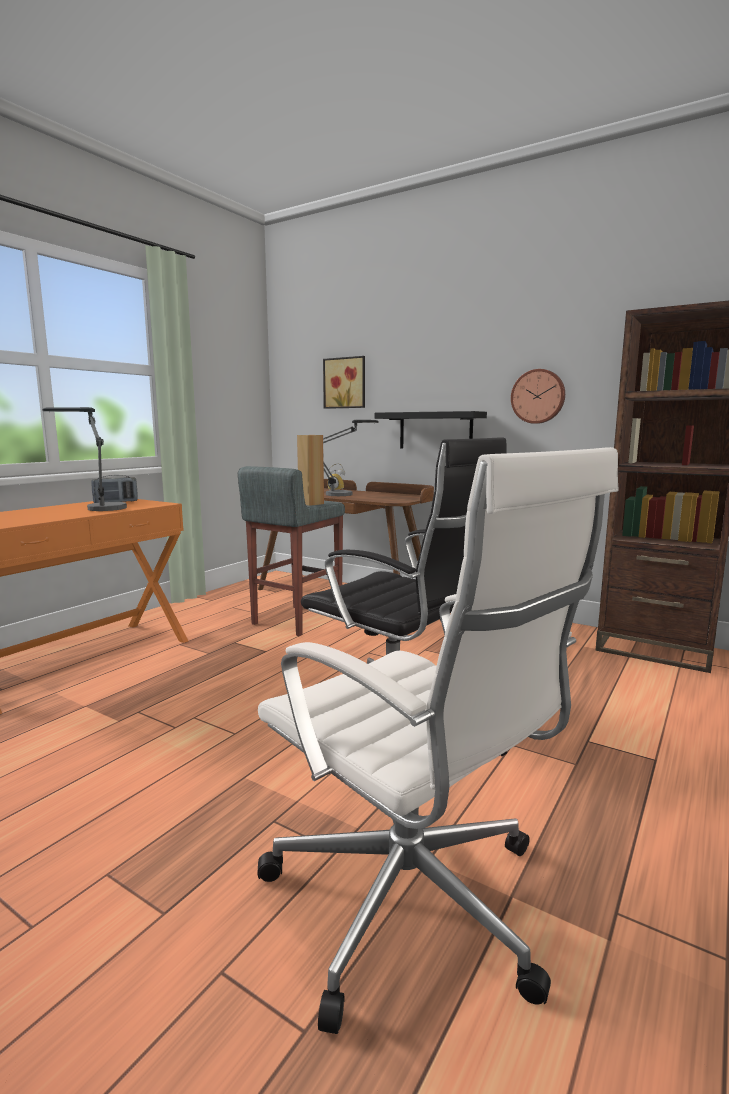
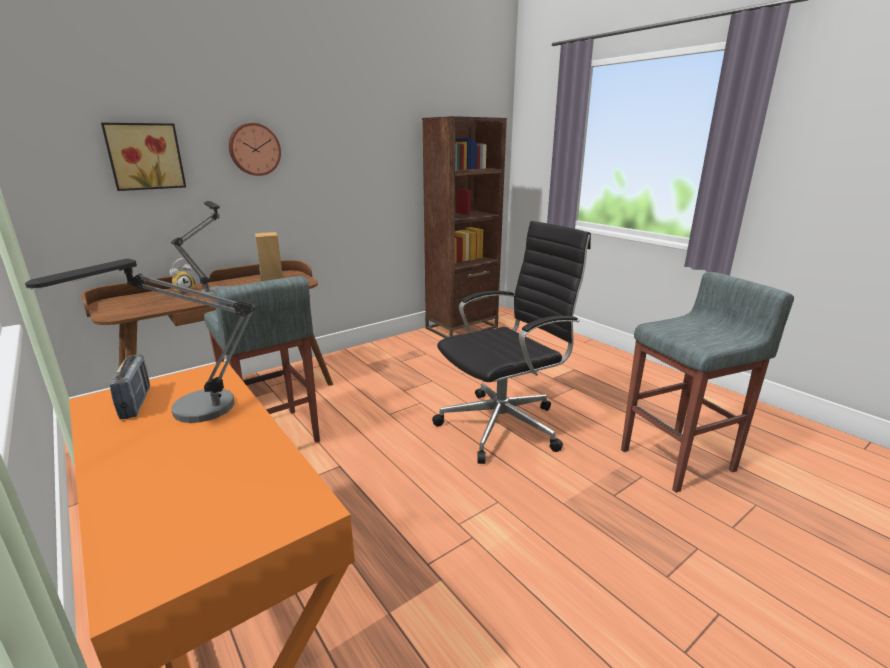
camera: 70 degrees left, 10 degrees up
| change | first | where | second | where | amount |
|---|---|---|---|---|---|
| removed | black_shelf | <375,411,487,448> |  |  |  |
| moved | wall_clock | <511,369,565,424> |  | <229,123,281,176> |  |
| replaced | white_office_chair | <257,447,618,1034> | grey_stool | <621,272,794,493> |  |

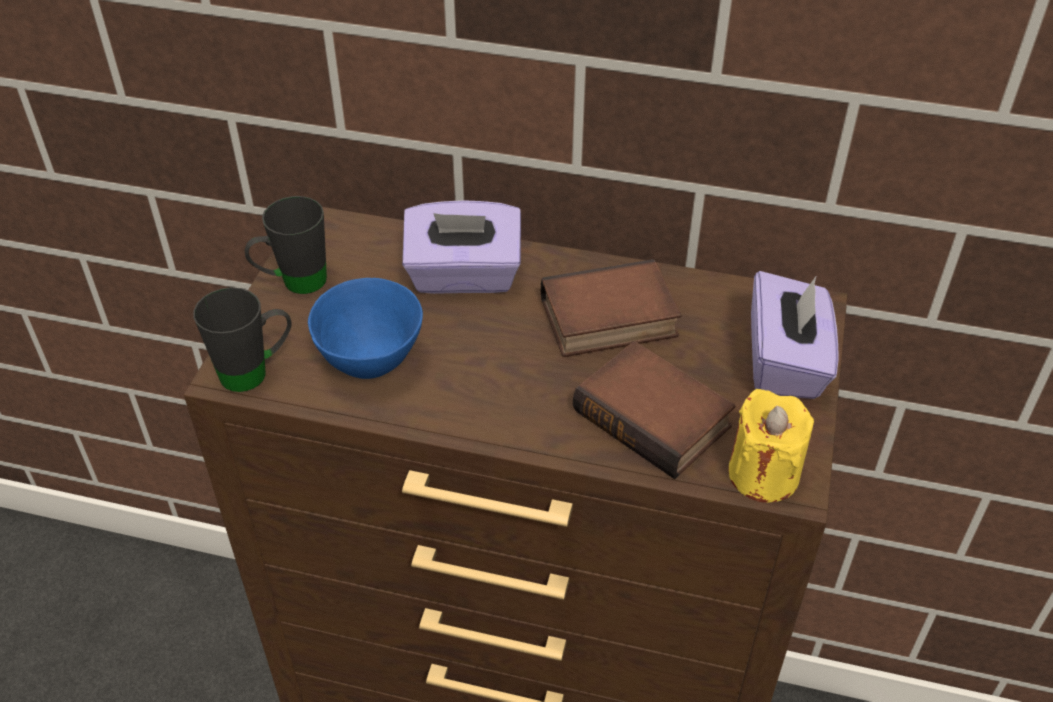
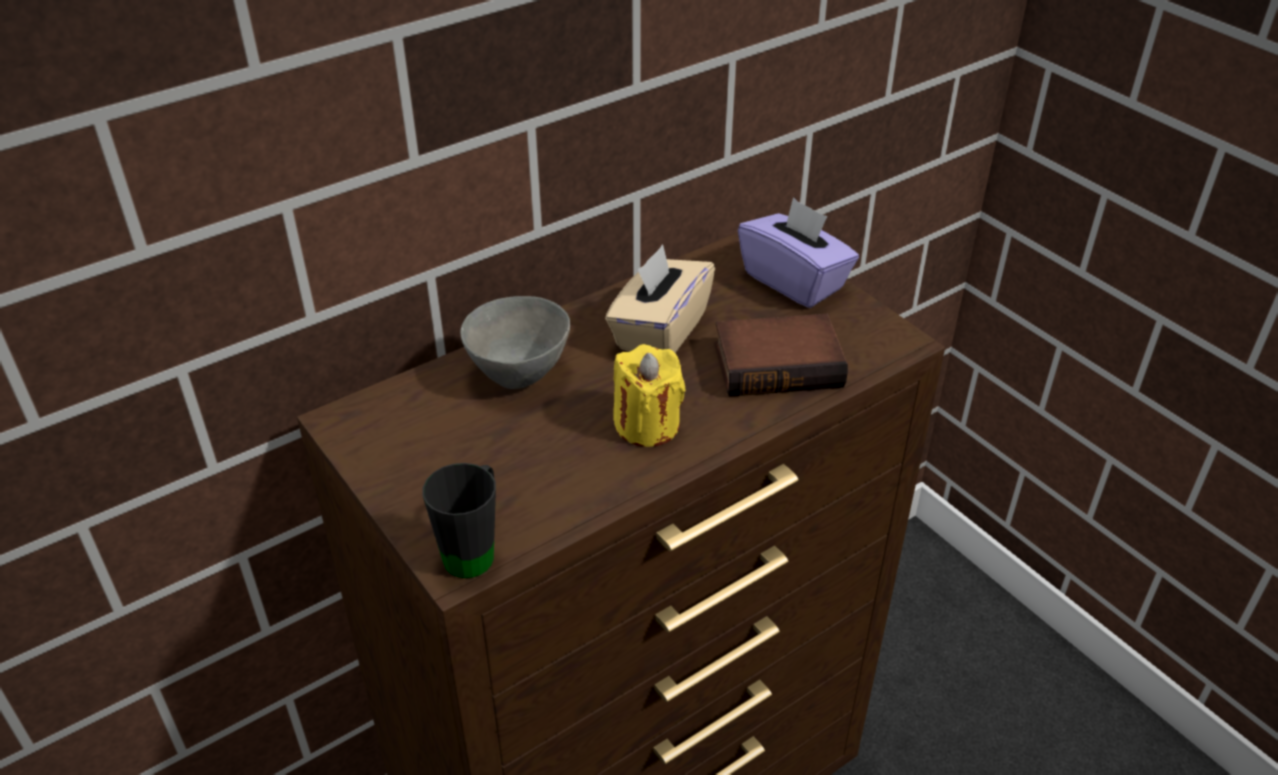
camera: 50 degrees left, 5 degrees down
| change | first | where | second | where | amount |
|---|---|---|---|---|---|
| removed | black_mug | <245,196,327,294> |  |  |  |
| removed | blue_bowl | <308,278,423,379> |  |  |  |
| moved | yellow_candle | <728,389,814,503> |  | <613,344,686,447> |  |
| replaced | purple_tissue_box | <402,200,521,294> | grey_bowl | <460,296,570,389> |  |
| replaced | book | <541,259,681,357> | beige_tissue_box | <605,245,715,353> |  |

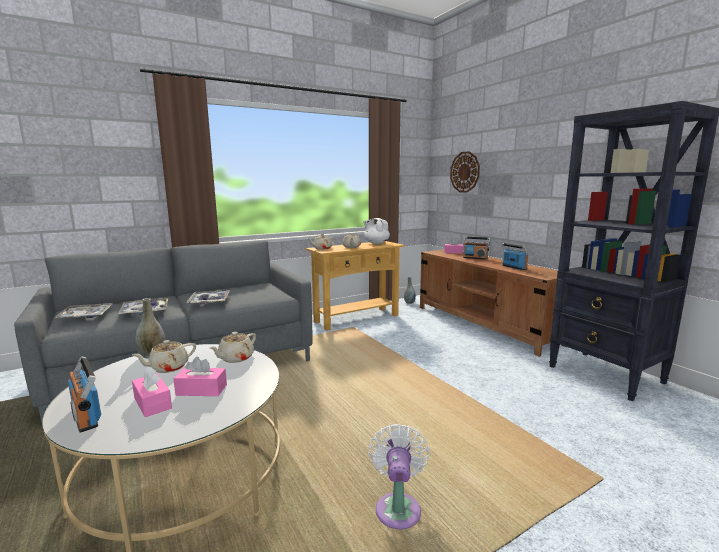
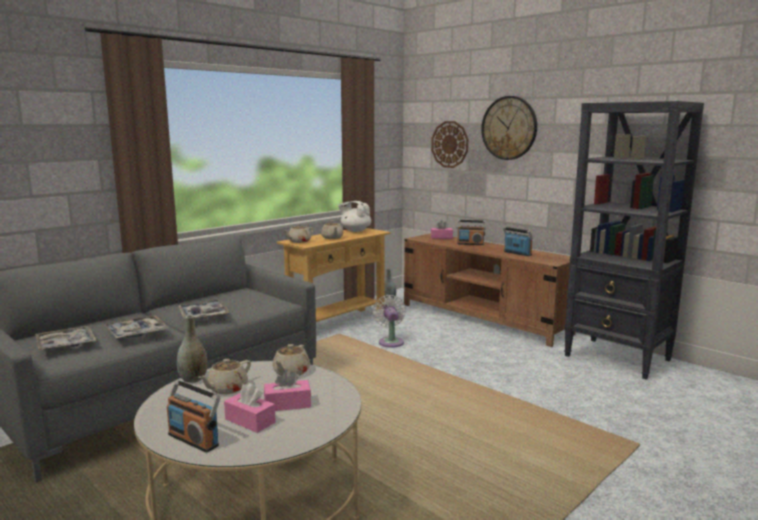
camera: 15 degrees left, 0 degrees up
| change | first | where | second | where | amount |
|---|---|---|---|---|---|
| added |  |  | wall_clock | <481,96,537,160> |  |
| moved | white_fan | <368,424,430,529> |  | <372,295,406,348> |  |

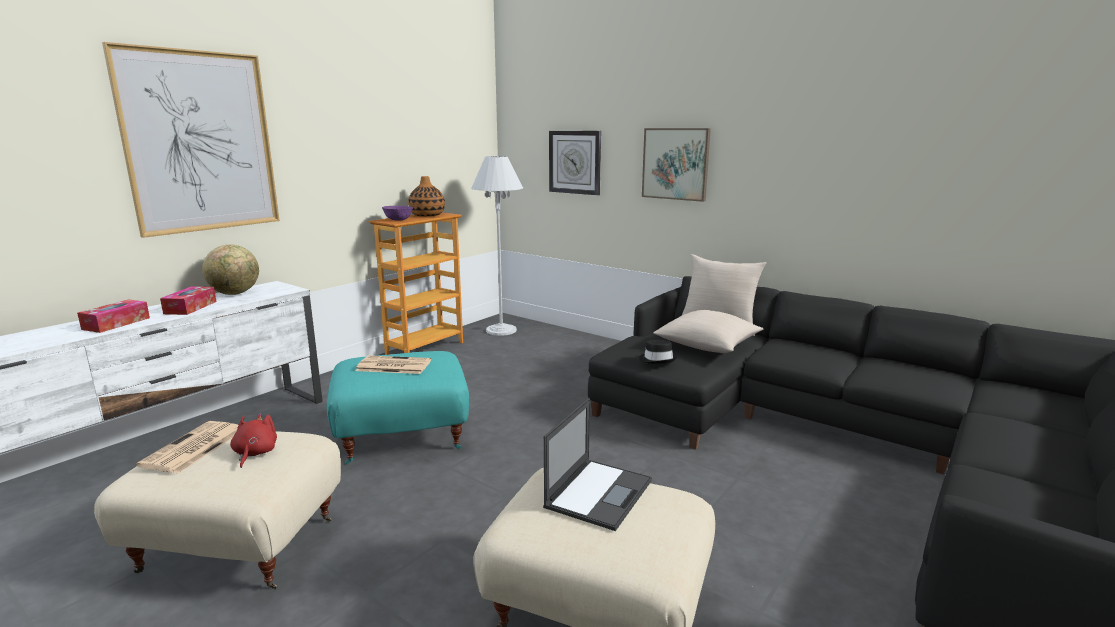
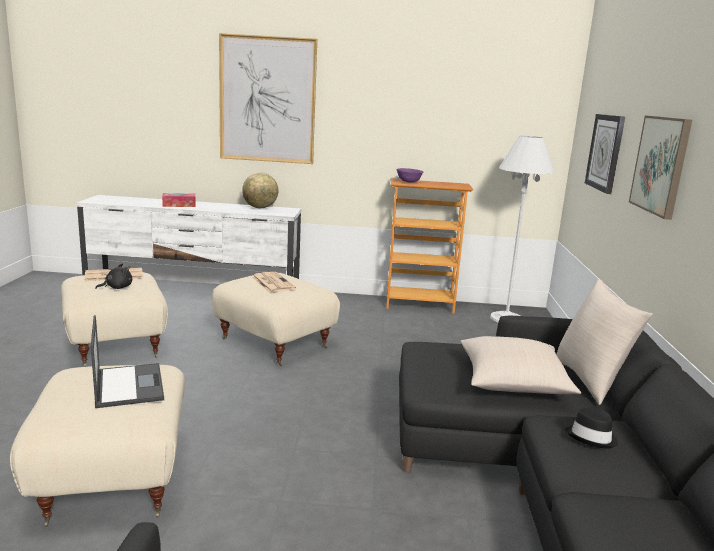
camera: 55 degrees right, 0 degrees up
| change | first | where | second | where | amount |
|---|---|---|---|---|---|
| removed | tissue_box | <160,286,216,315> |  |  |  |
| removed | vase | <408,176,445,216> |  |  |  |
| moved | black_hat | <639,340,677,364> |  | <565,407,618,448> |  |
| recoloured | red_plush_toy | <230,413,277,468> | black_plush_toy | <95,263,132,289> |  |
| recoloured | turquoise_ottoman | <327,351,469,464> | beige_ottoman | <212,272,340,366> |  |
| turned | laptop | <543,398,652,531> |  | <91,315,164,408> | 105 degrees counterclockwise |

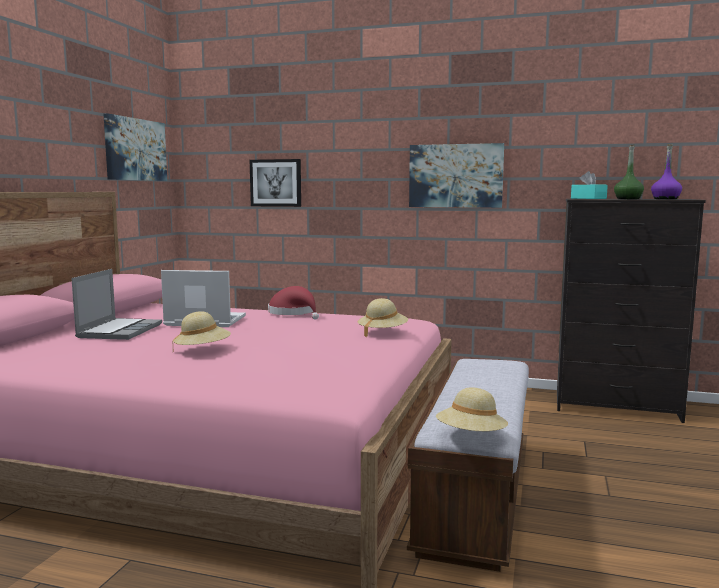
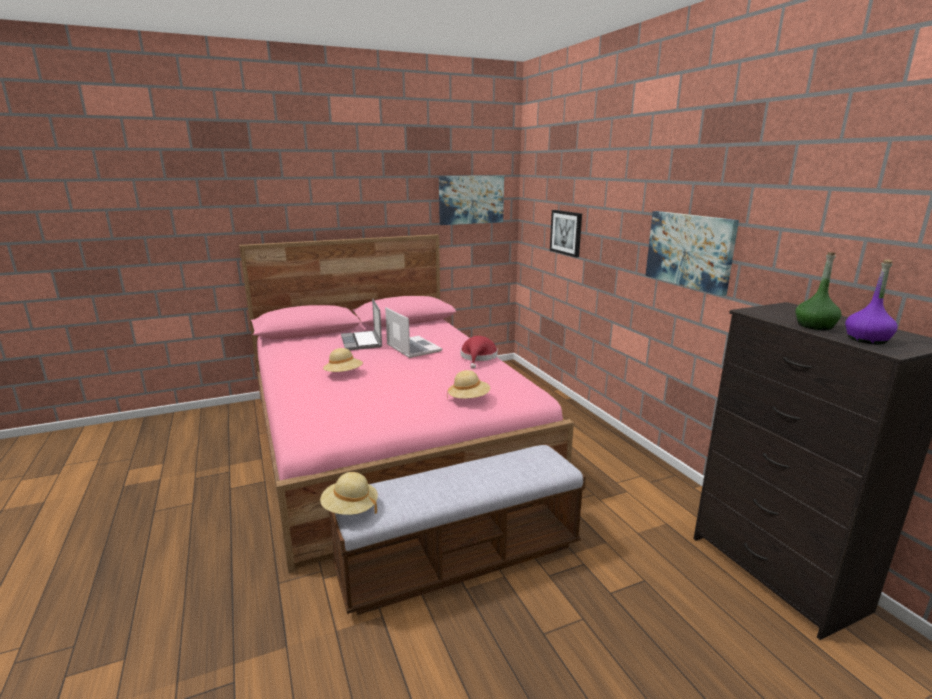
camera: 50 degrees right, 10 degrees up
| change | first | where | second | where | amount |
|---|---|---|---|---|---|
| removed | turquoise_tissue_box | <571,171,608,199> |  |  |  |
| turned | laptop | <71,269,162,340> |  | <341,298,382,350> | 105 degrees clockwise |

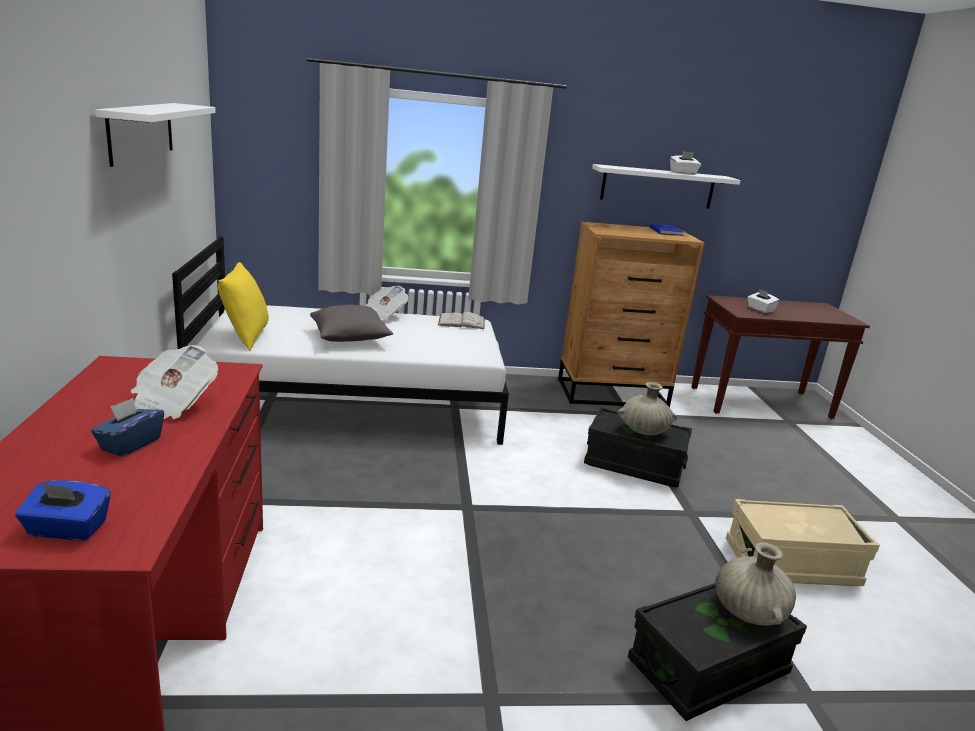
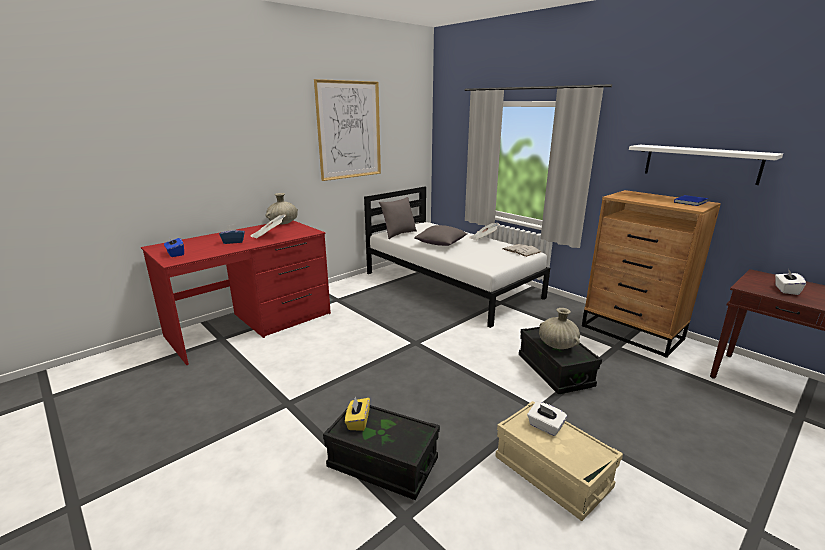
camera: 55 degrees right, 0 degrees up
| change | first | where | second | where | amount |
|---|---|---|---|---|---|
| added |  |  | yellow_tissue_box | <345,396,370,431> |  |
| moved | white_tissue_box | <670,151,701,175> |  | <527,401,567,436> |  |
| moved | beige_vase | <715,542,796,626> |  | <266,193,298,225> |  |
| replaced | white_shelf | <95,103,216,167> | picture | <314,79,381,181> |  |
| recoloured | yellow_pillow | <218,262,269,351> | grey_pillow | <379,197,417,239> |  |

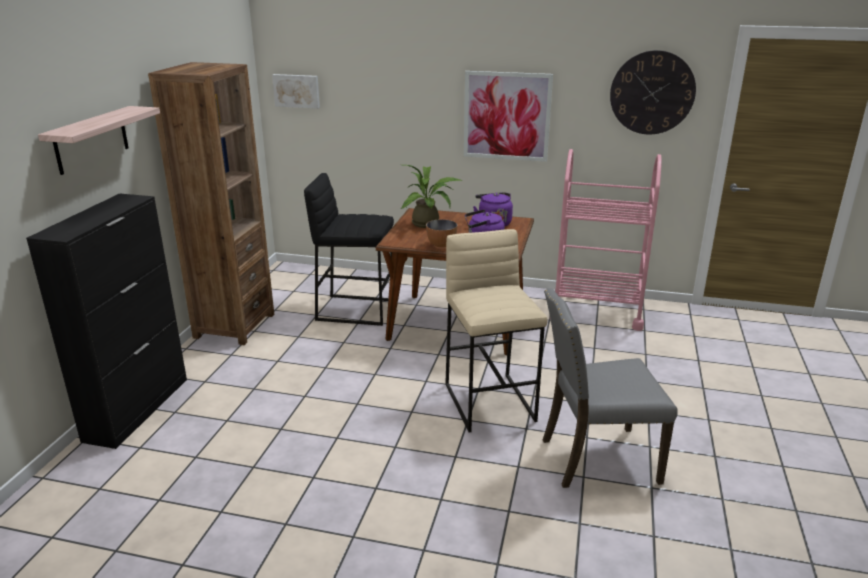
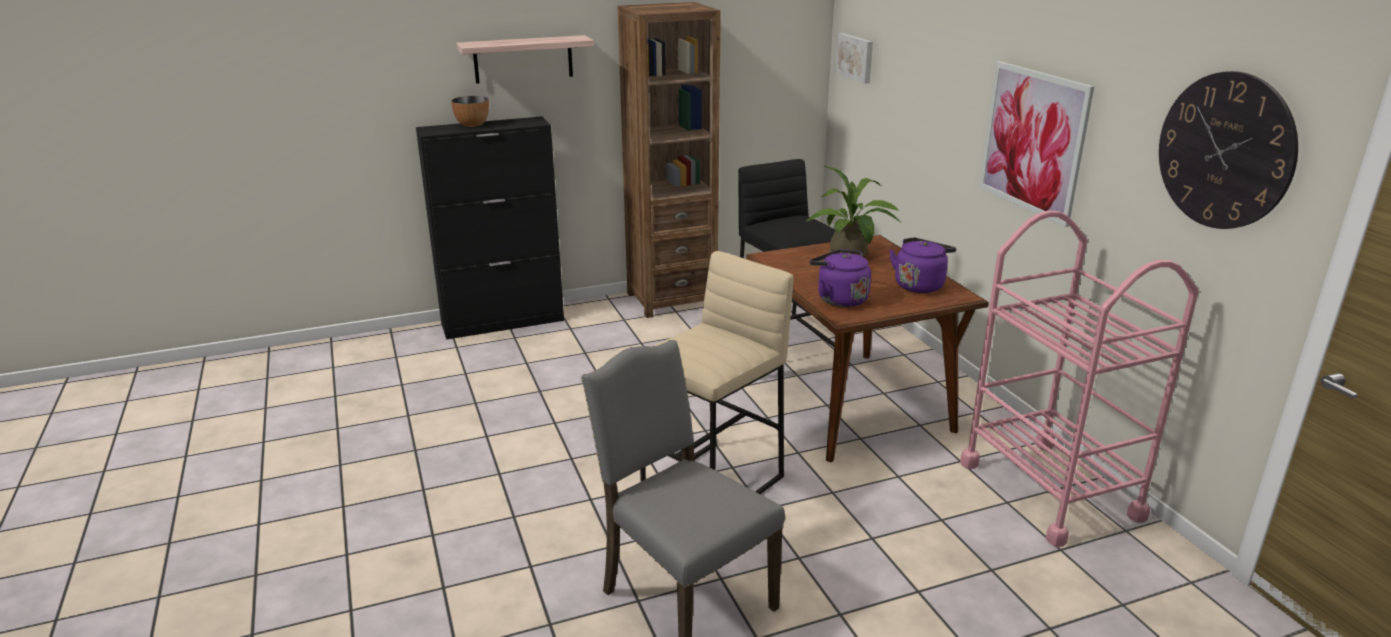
camera: 55 degrees right, 0 degrees up
| change | first | where | second | where | amount |
|---|---|---|---|---|---|
| moved | bowl | <426,219,458,248> |  | <451,96,489,127> |  |

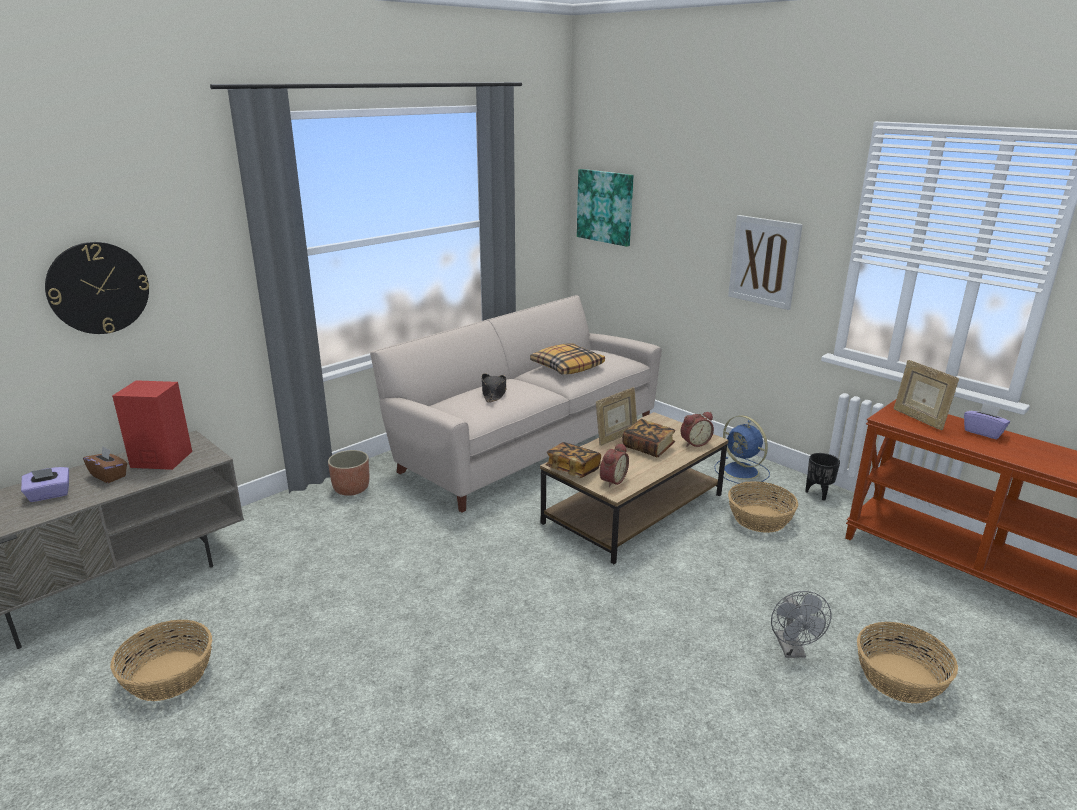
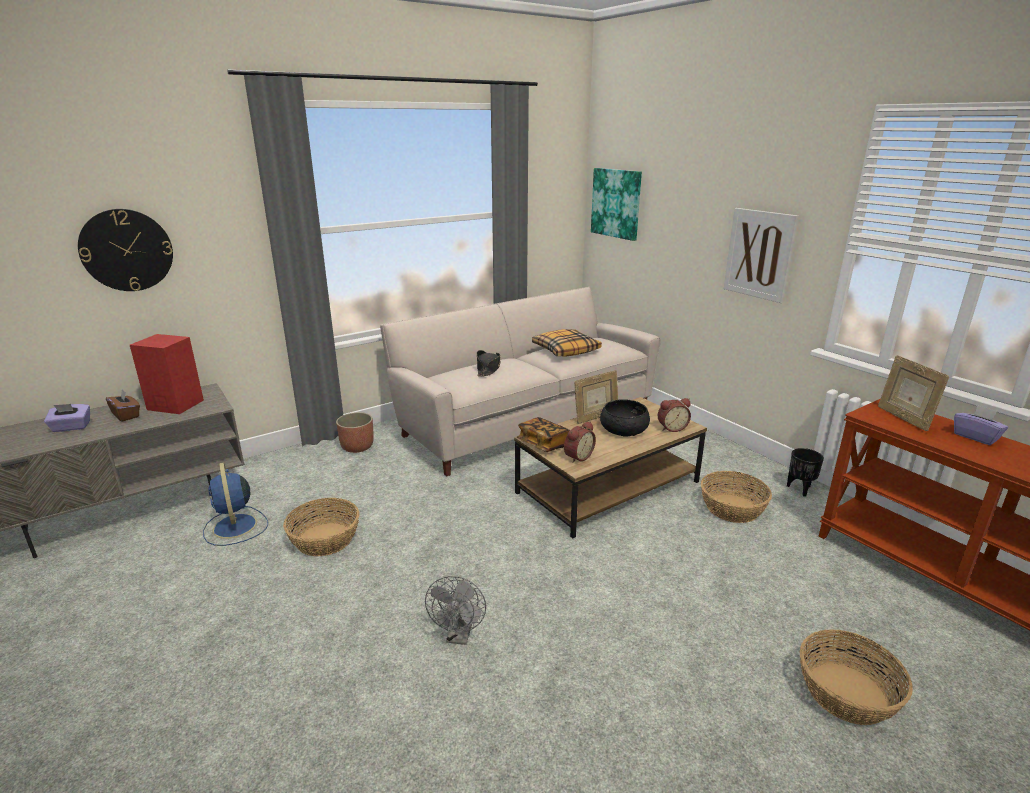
camera: 10 degrees right, 0 degrees up
| change | first | where | second | where | amount |
|---|---|---|---|---|---|
| moved | basket | <110,620,212,701> |  | <283,498,360,556> |  |
| moved | blue_fan | <714,415,770,484> |  | <203,462,268,546> |  |
| moved | grey_fan | <771,591,831,658> |  | <425,576,486,645> |  |
| replaced | book | <622,419,675,457> | black_bowl | <600,399,650,436> |  |

